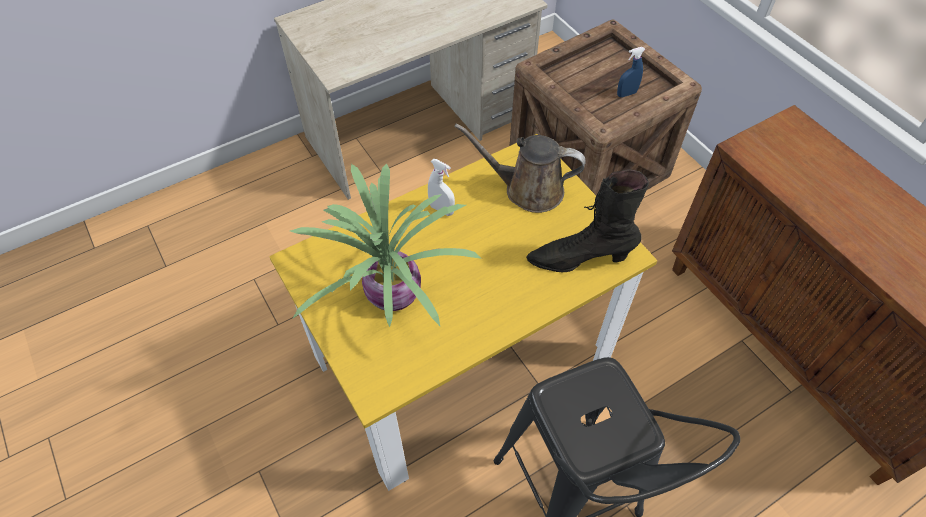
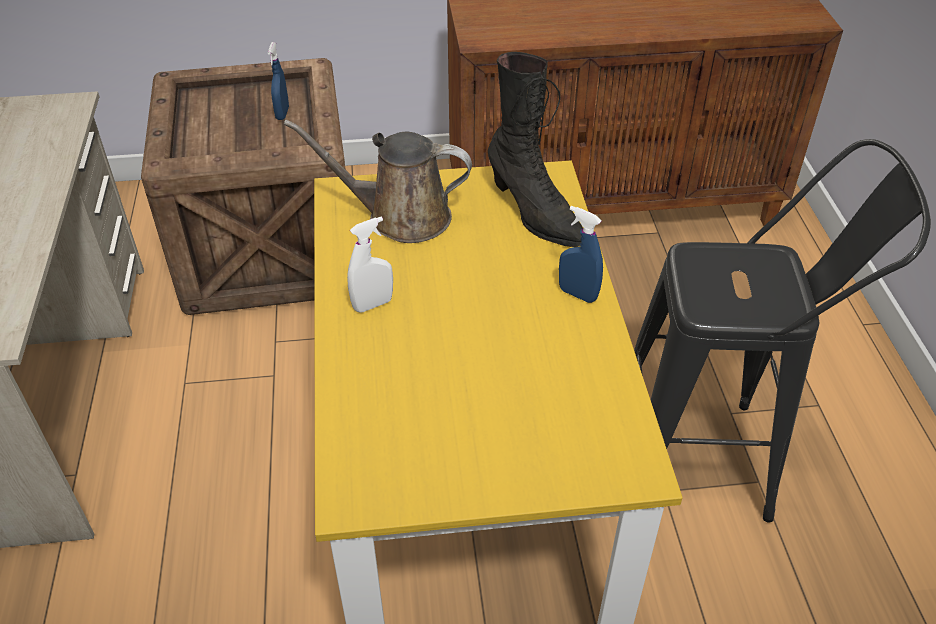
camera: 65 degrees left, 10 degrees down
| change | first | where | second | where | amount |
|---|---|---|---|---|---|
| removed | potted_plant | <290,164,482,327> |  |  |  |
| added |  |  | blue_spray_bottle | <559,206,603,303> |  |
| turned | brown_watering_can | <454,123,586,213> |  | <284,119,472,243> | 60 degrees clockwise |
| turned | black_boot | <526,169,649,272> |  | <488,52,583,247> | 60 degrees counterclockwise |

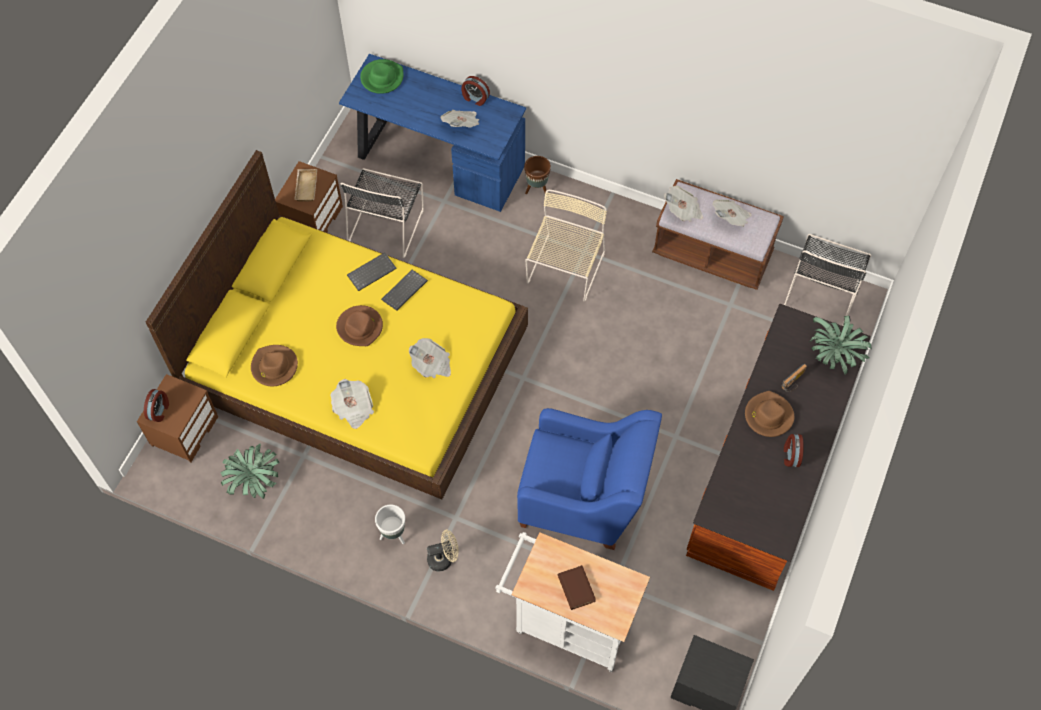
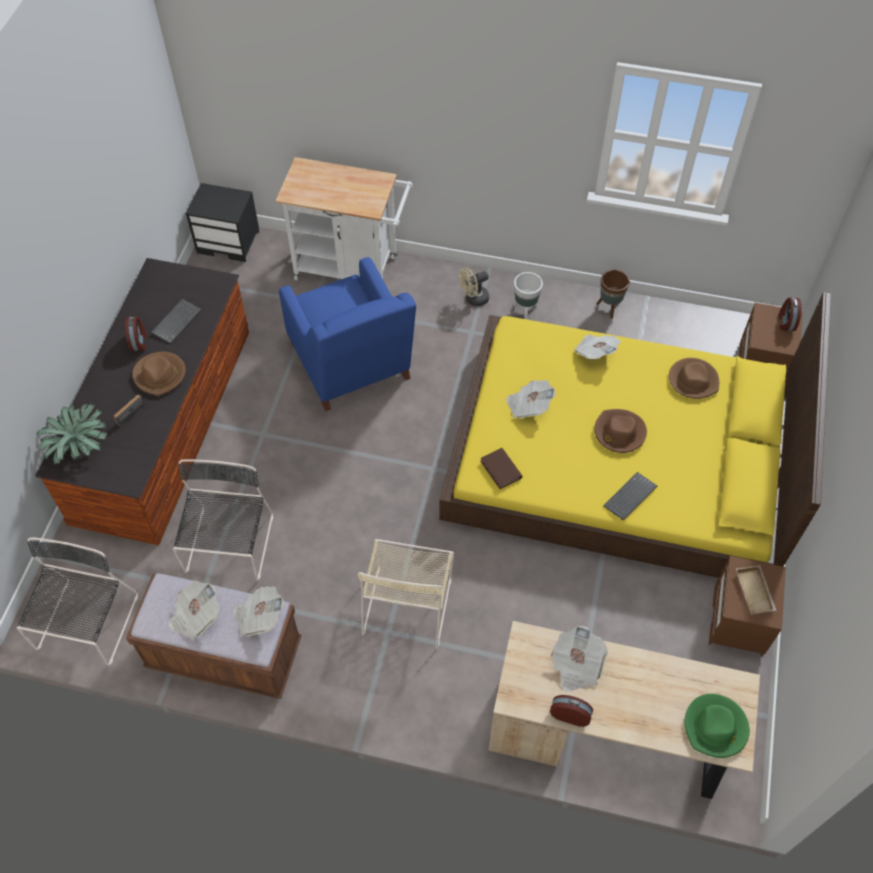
camera: 170 degrees right, 5 degrees down
| change | first | where | second | where | amount |
|---|---|---|---|---|---|
| removed | potted_plant | <221,444,280,499> |  |  |  |
| moved | black_chair | <340,168,424,258> |  | <173,459,274,581> |  |
| moved | keyboard | <381,270,428,311> |  | <151,299,202,344> |  |
| moved | brown_planter | <524,156,551,194> |  | <597,270,630,319> |  |
| moved | brown_book | <558,565,596,610> |  | <480,448,522,489> |  |
| recoloured | blue_desk | <339,54,526,212> | beige_desk | <489,621,760,799> |  |
| turned | blue_armchair | <517,408,662,550> |  | <279,257,416,411> | 120 degrees counterclockwise |

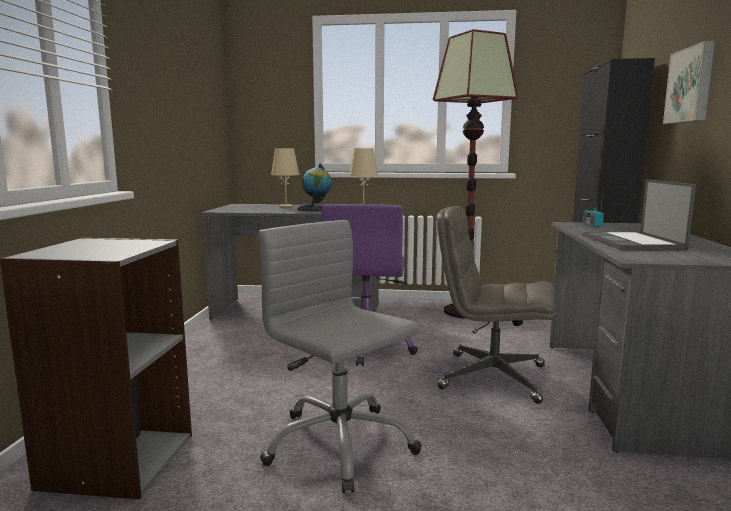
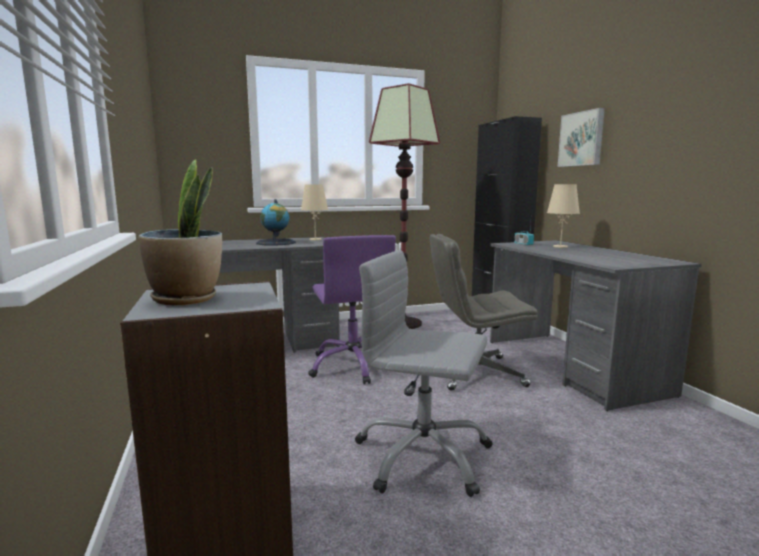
camera: 25 degrees left, 0 degrees up
| change | first | where | second | where | amount |
|---|---|---|---|---|---|
| removed | laptop | <583,179,696,250> |  |  |  |
| added |  |  | potted_plant | <139,159,222,306> |  |
| moved | beige_table_lamp | <271,148,300,207> |  | <547,184,580,248> |  |

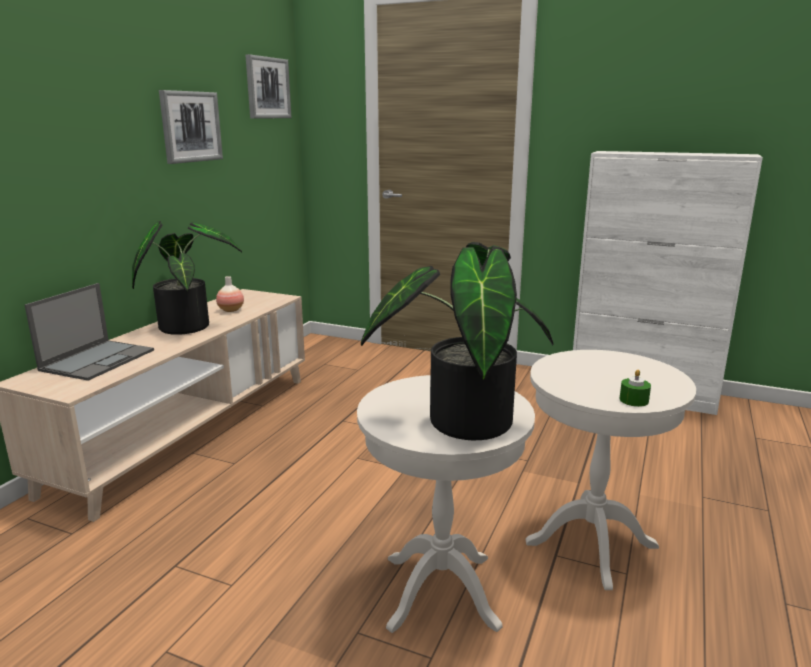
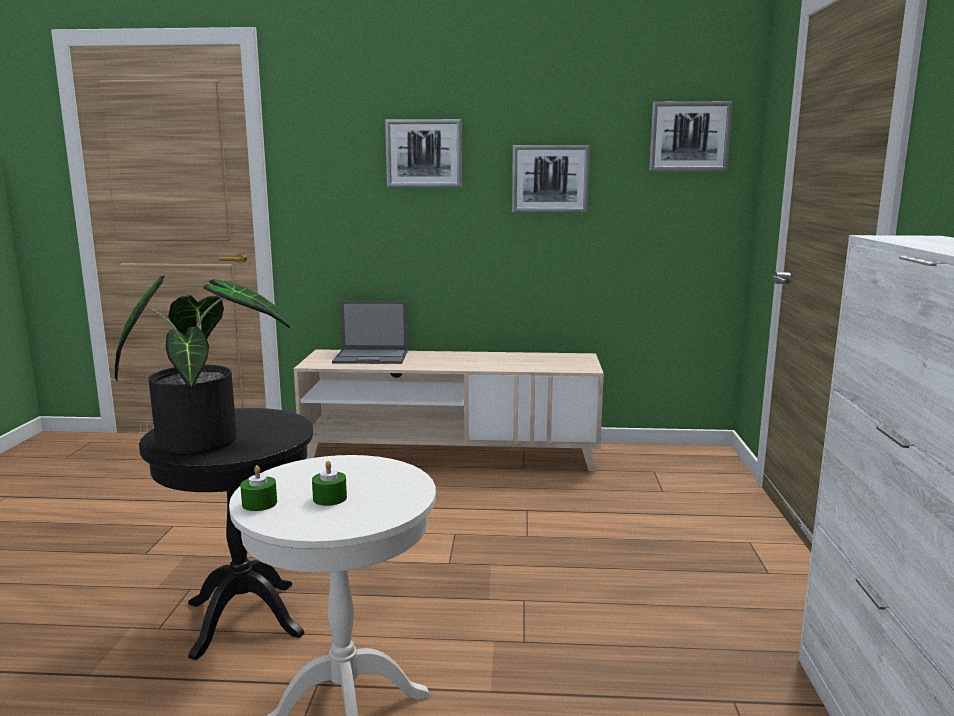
camera: 70 degrees right, 5 degrees down
| change | first | where | second | where | amount |
|---|---|---|---|---|---|
| removed | potted_plant | <132,221,242,335> |  |  |  |
| removed | vase | <216,276,244,312> |  |  |  |
| added |  |  | green_candle | <312,461,347,506> |  |
| added |  |  | picture | <385,119,462,188> |  |
| recoloured | white_side_table | <357,375,535,633> | black_side_table | <139,408,313,660> |  |

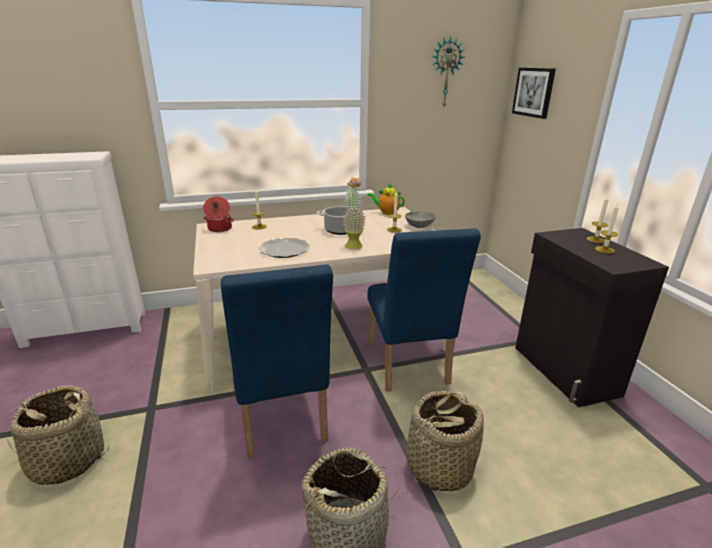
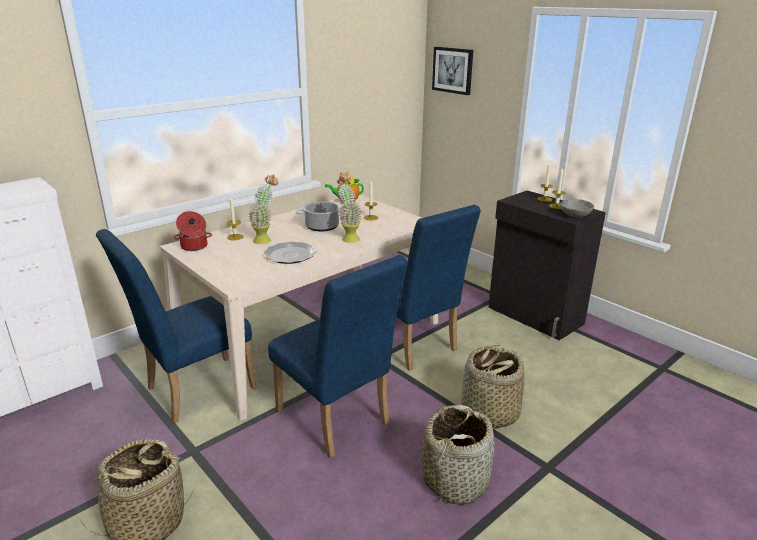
camera: 25 degrees left, 0 degrees up
| change | first | where | second | where | amount |
|---|---|---|---|---|---|
| removed | wall_clock | <432,36,465,107> |  |  |  |
| added |  |  | blue_chair | <96,229,257,423> |  |
| added |  |  | potted_plant | <249,174,279,244> |  |
| moved | grey_bowl | <405,211,436,228> |  | <560,199,594,218> |  |

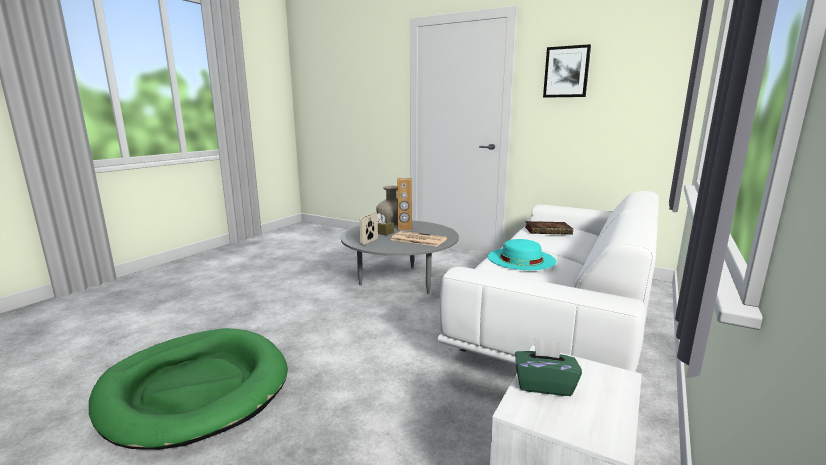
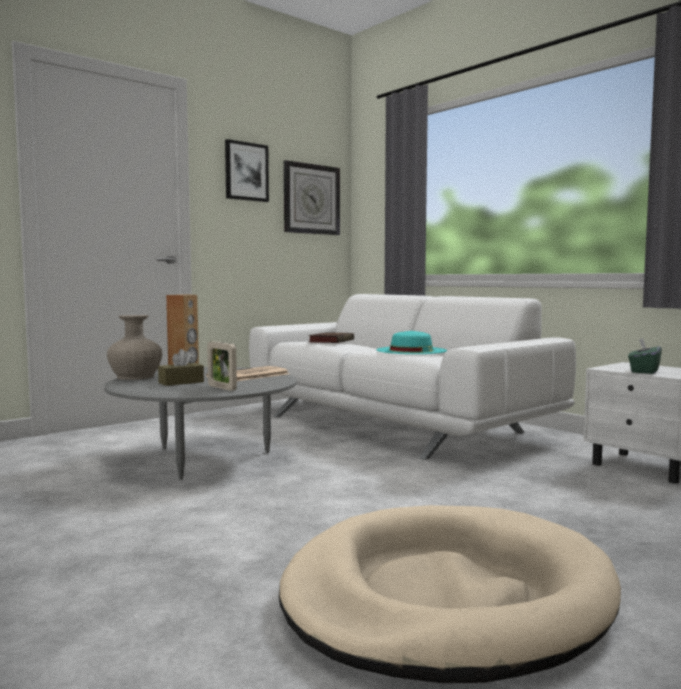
camera: 70 degrees left, 10 degrees down
| change | first | where | second | where | amount |
|---|---|---|---|---|---|
| added |  |  | wall_clock | <284,160,340,235> |  |
| recoloured | green_dog_bed | <89,328,288,450> | beige_dog_bed | <279,505,621,683> |  |

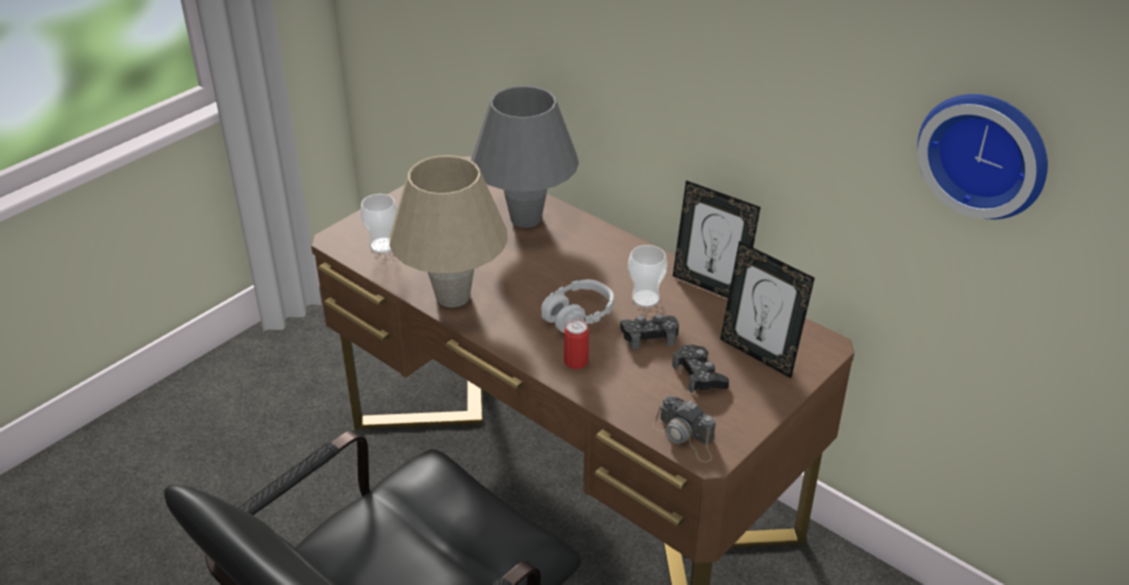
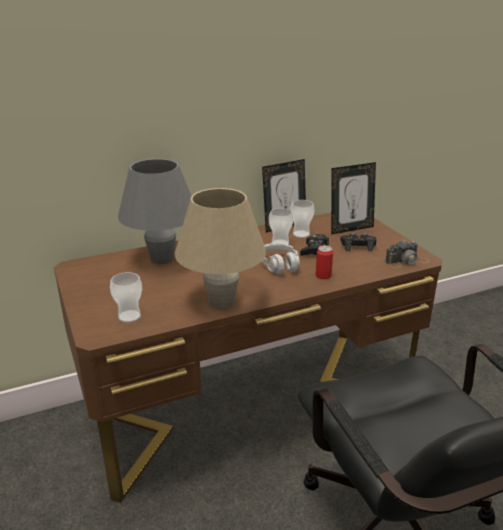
camera: 65 degrees left, 10 degrees down
| change | first | where | second | where | amount |
|---|---|---|---|---|---|
| removed | wall_clock | <917,94,1048,219> |  |  |  |
| added |  |  | cup | <291,200,315,238> |  |

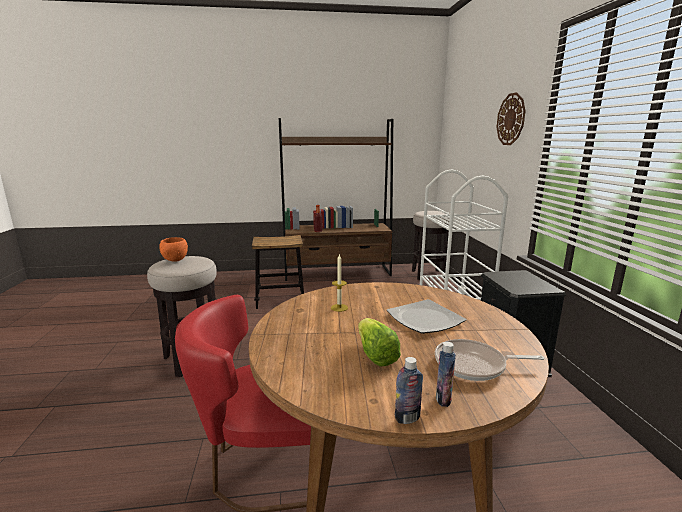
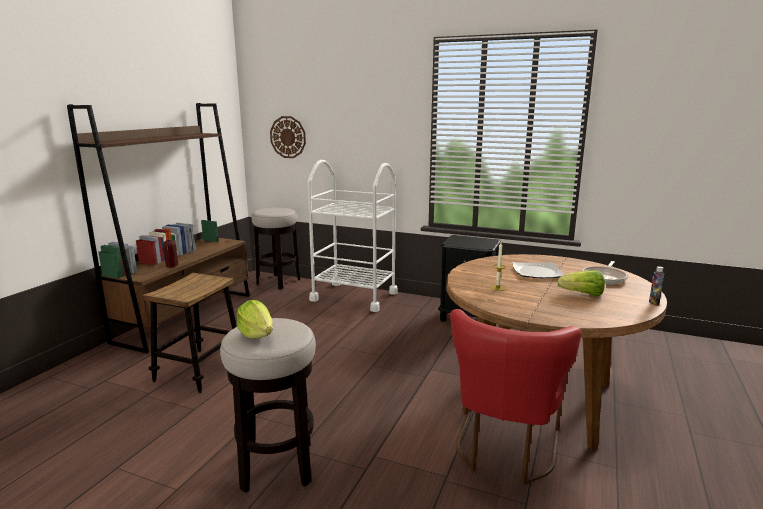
camera: 60 degrees left, 0 degrees up
| change | first | where | second | where | amount |
|---|---|---|---|---|---|
| removed | bottle | <436,342,456,407> |  |  |  |
| moved | wall_clock | <497,92,525,145> |  | <270,116,306,158> |  |
| replaced | orange_bowl | <159,237,188,262> | lettuce | <237,300,273,339> |  |

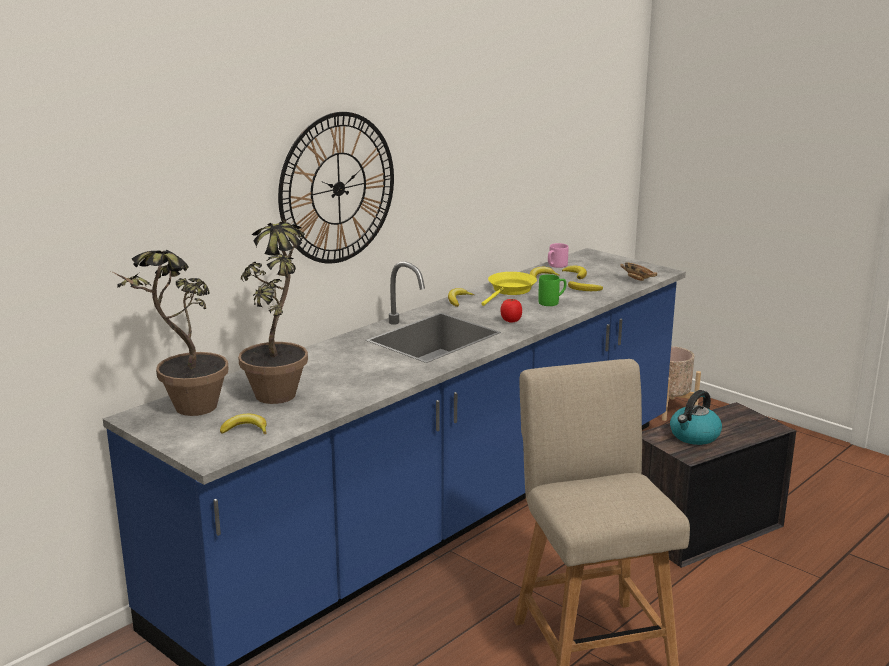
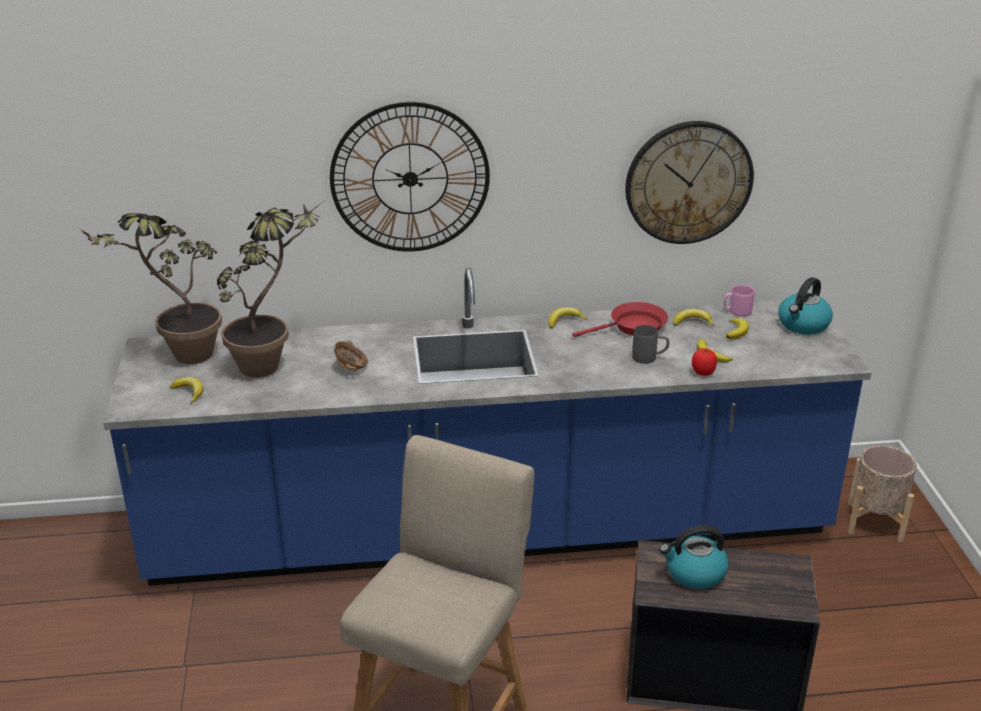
camera: 40 degrees right, 10 degrees up
| change | first | where | second | where | amount |
|---|---|---|---|---|---|
| added |  |  | wall_clock | <625,121,754,244> |  |
| added |  |  | kettle | <778,277,833,334> |  |
| moved | tomato | <500,299,522,323> |  | <692,348,717,376> |  |
| moved | bowl | <620,262,657,281> |  | <334,340,369,371> |  |
| recoloured | yellow_frying_pan | <481,272,537,306> | red_frying_pan | <573,302,668,337> |  |
| recoloured | green_mug | <538,274,566,306> | grey_mug | <632,325,669,364> |  |

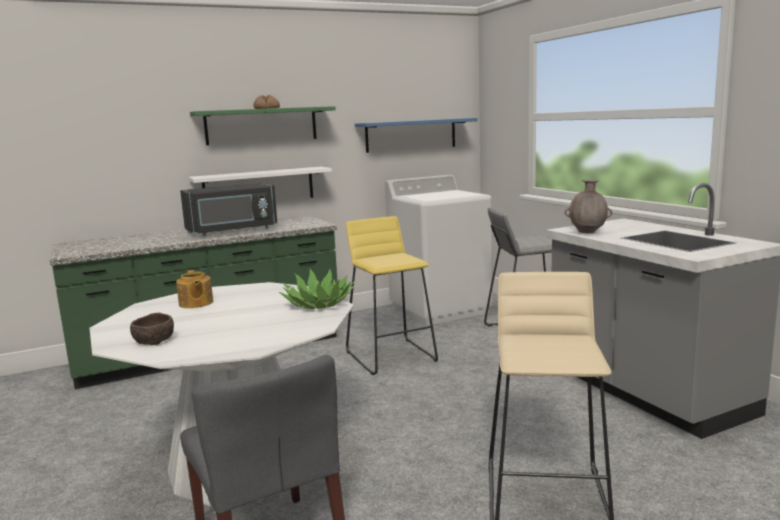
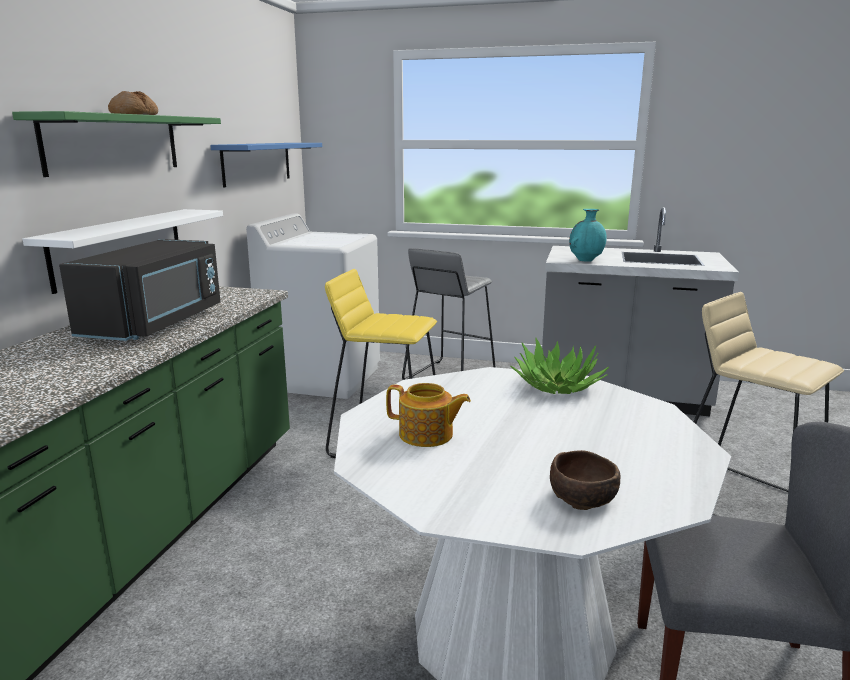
camera: 50 degrees left, 5 degrees up
| change | first | where | second | where | amount |
|---|---|---|---|---|---|
| recoloured | brown_vase | <565,179,612,233> | turquoise_vase | <569,209,607,262> |  |

